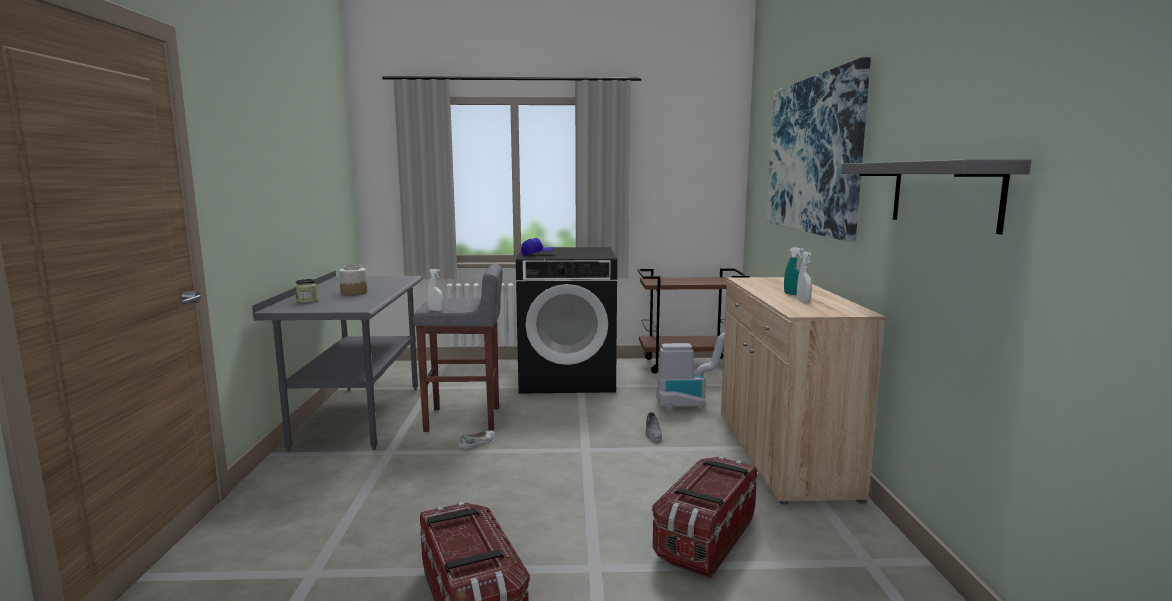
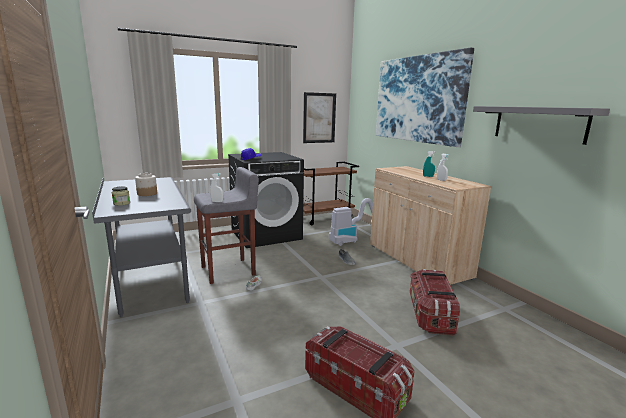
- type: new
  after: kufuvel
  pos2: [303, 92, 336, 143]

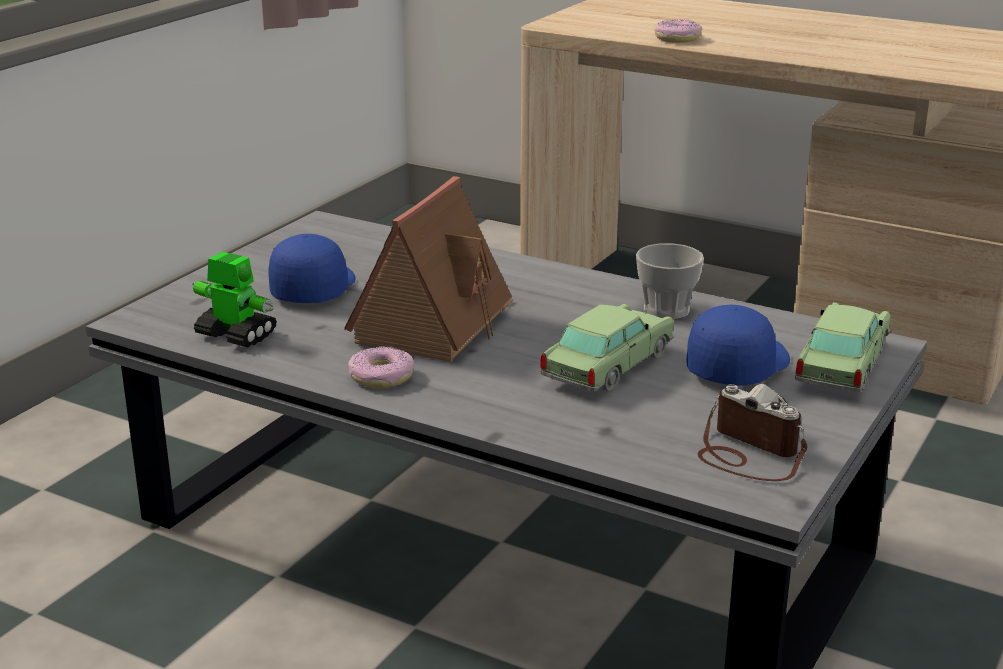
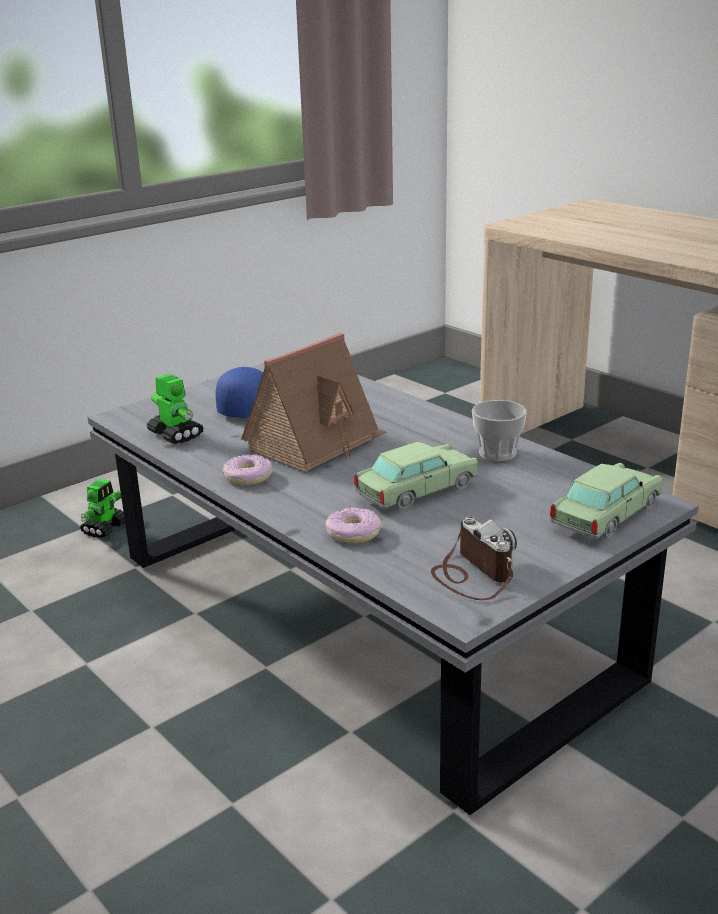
- type: new
  after: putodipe
  pos2: [80, 479, 125, 538]
- type: shifted
  before: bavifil
  pos1: [654, 19, 702, 43]
  pos2: [326, 507, 381, 543]
- type: gone
  before: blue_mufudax
  pos1: [686, 305, 790, 386]

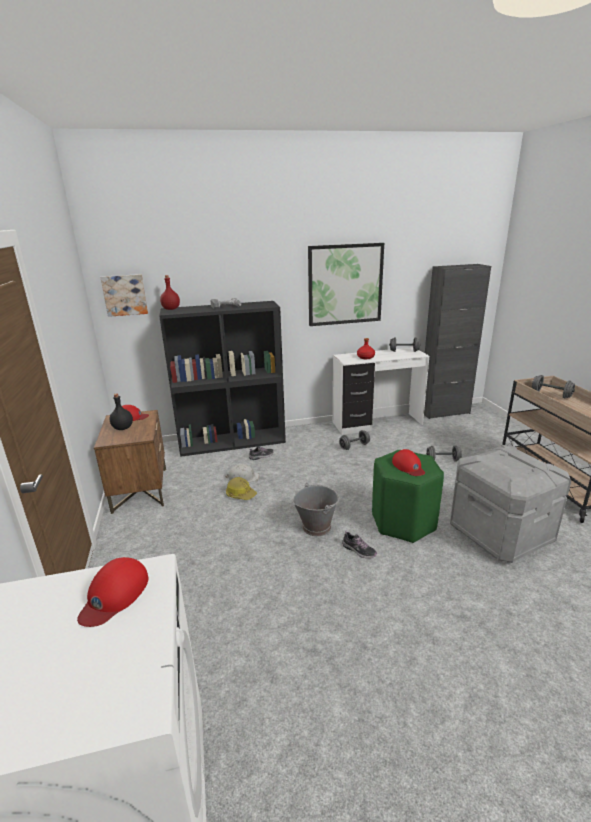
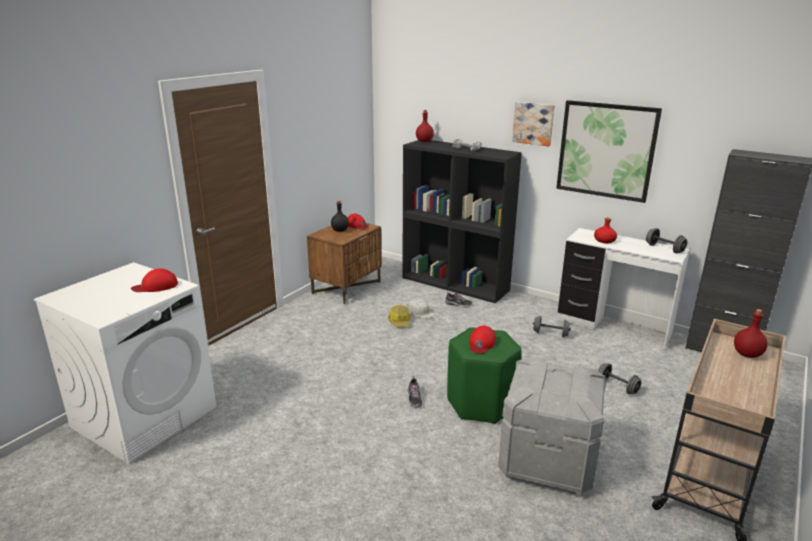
- type: shifted
  before: kufuvel
  pos1: [100, 274, 148, 317]
  pos2: [512, 102, 555, 146]
- type: swapped
  before: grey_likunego
  after: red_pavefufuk
  pos1: [532, 375, 575, 398]
  pos2: [734, 309, 768, 358]
- type: gone
  before: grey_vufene
  pos1: [292, 483, 339, 536]

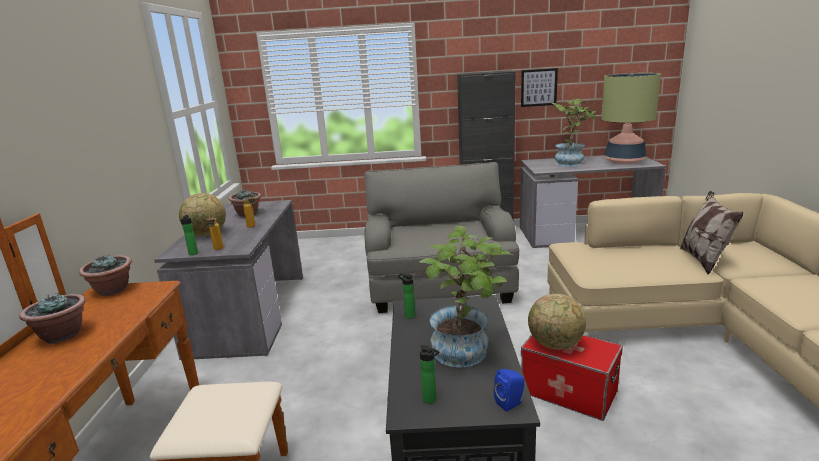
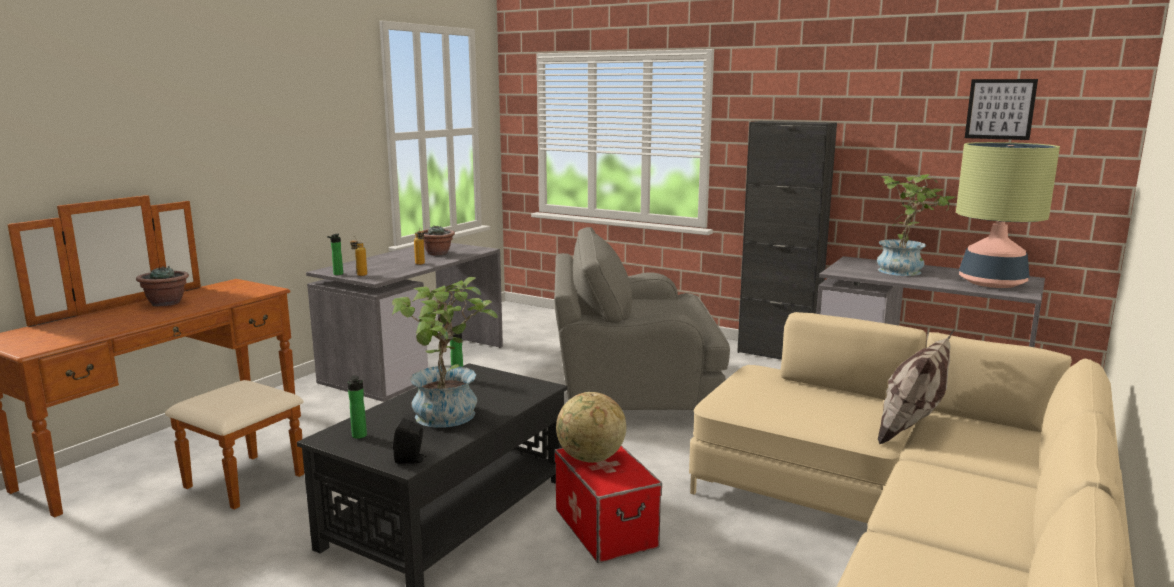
- type: repainted
  before: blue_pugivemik
  after: black_pugivemik
  pos1: [494, 369, 524, 412]
  pos2: [393, 418, 426, 464]
- type: rotated
  before: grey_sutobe
  pos1: [364, 162, 519, 313]
  pos2: [554, 227, 730, 410]
  turn: -120
- type: shifted
  before: kufuvel
  pos1: [521, 68, 558, 107]
  pos2: [965, 79, 1038, 140]
- type: gone
  before: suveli
  pos1: [79, 255, 132, 296]
- type: gone
  before: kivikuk
  pos1: [179, 193, 226, 236]

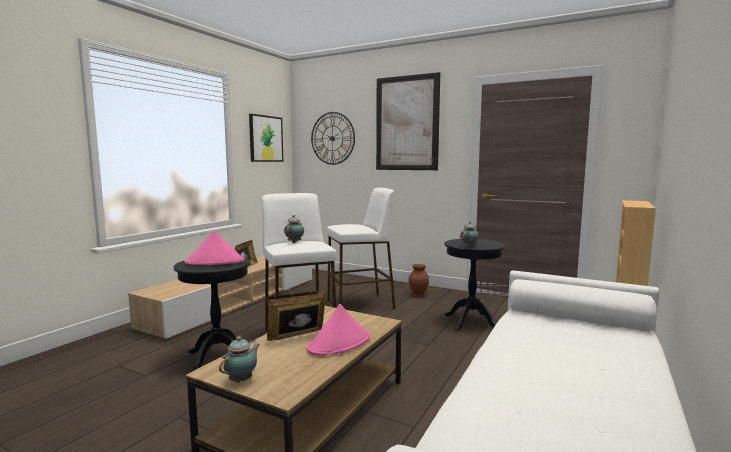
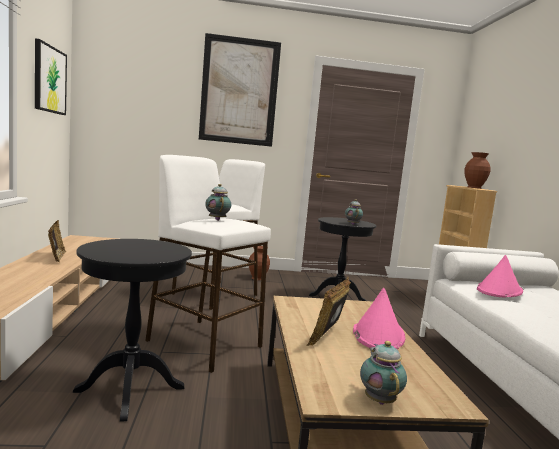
- type: new
  after: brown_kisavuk
  pos2: [464, 152, 491, 189]
- type: shifted
  before: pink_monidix
  pos1: [184, 230, 245, 265]
  pos2: [477, 255, 523, 297]
- type: gone
  before: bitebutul
  pos1: [311, 112, 355, 165]

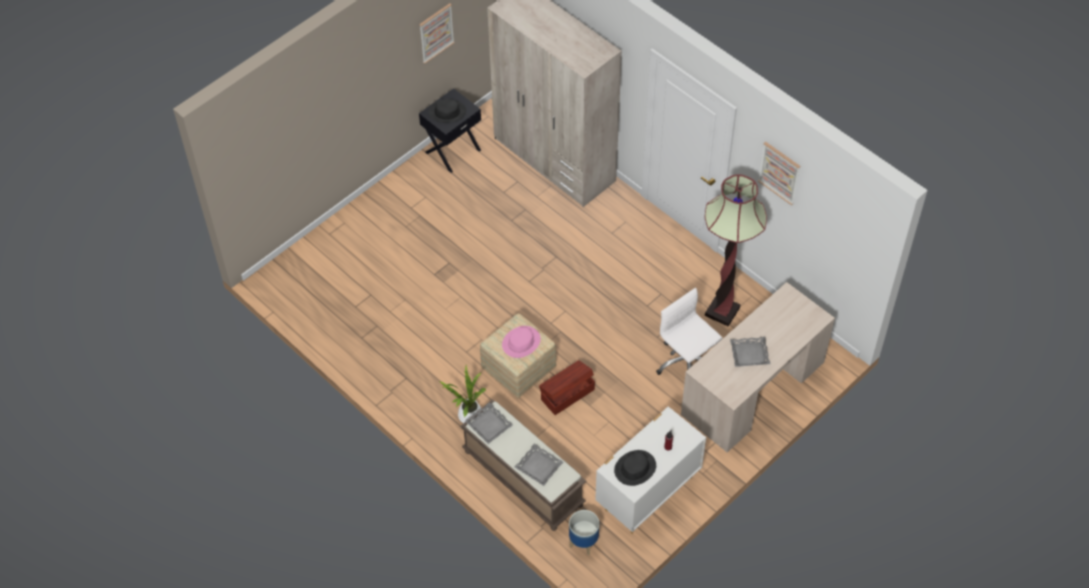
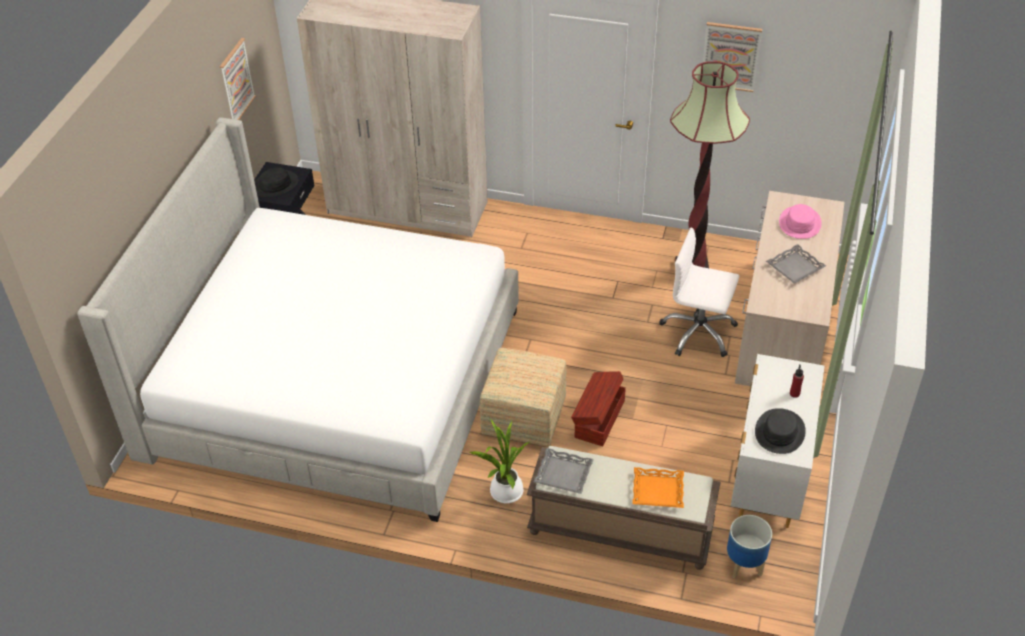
- type: new
  after: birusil
  pos2: [77, 117, 519, 522]
- type: repainted
  before: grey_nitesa
  after: orange_nitesa
  pos1: [515, 444, 563, 486]
  pos2: [632, 467, 684, 508]
- type: shifted
  before: pink_monidix
  pos1: [502, 326, 541, 358]
  pos2: [779, 204, 822, 239]

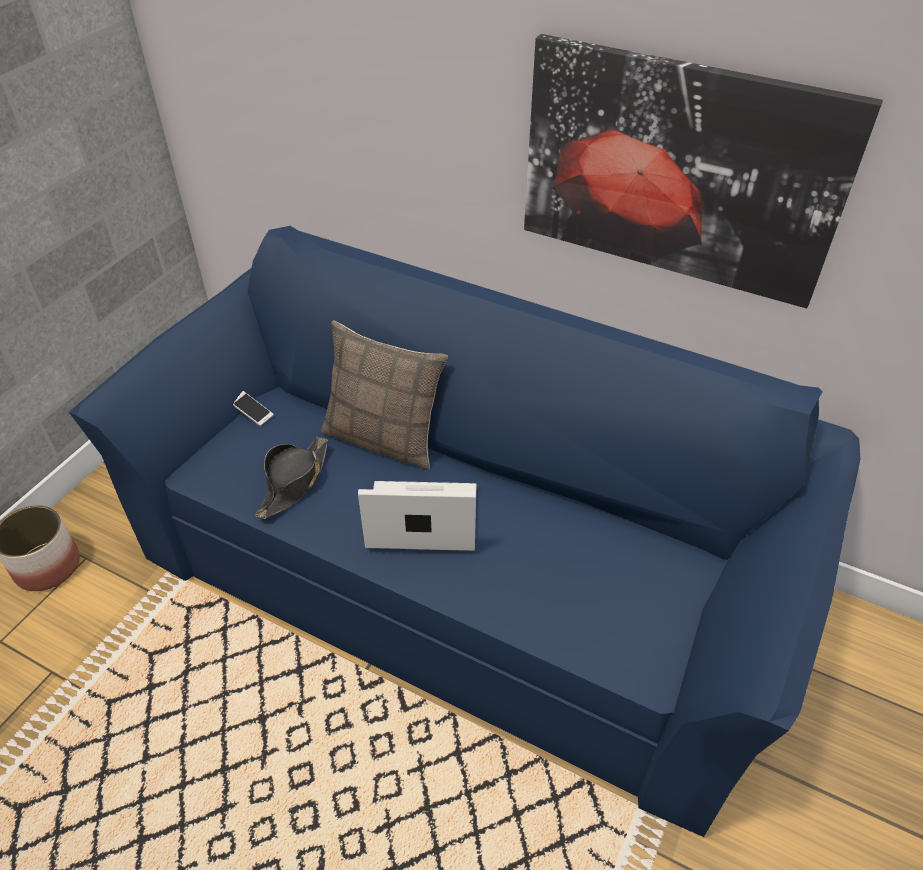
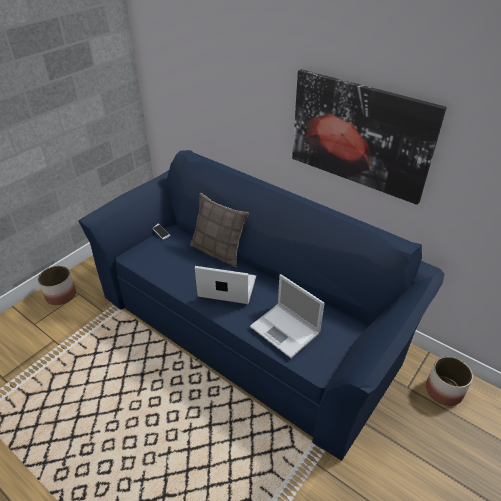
- type: new
  after: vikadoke
  pos2: [250, 274, 325, 358]
- type: new
  after: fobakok
  pos2: [426, 356, 473, 406]
- type: gone
  before: black_monidix
  pos1: [255, 437, 328, 519]

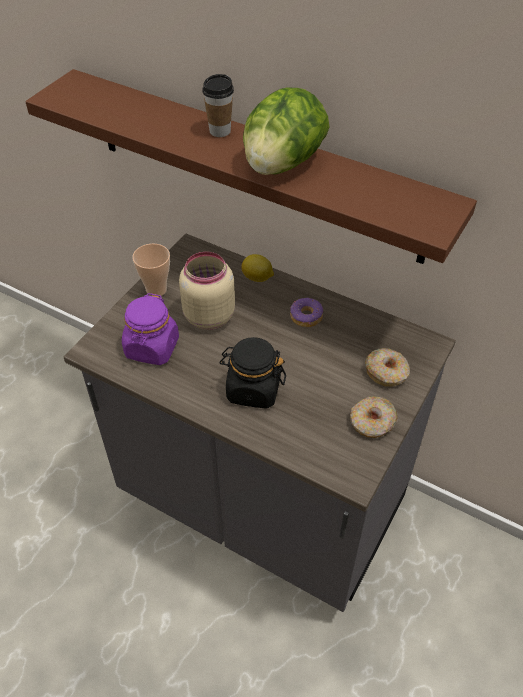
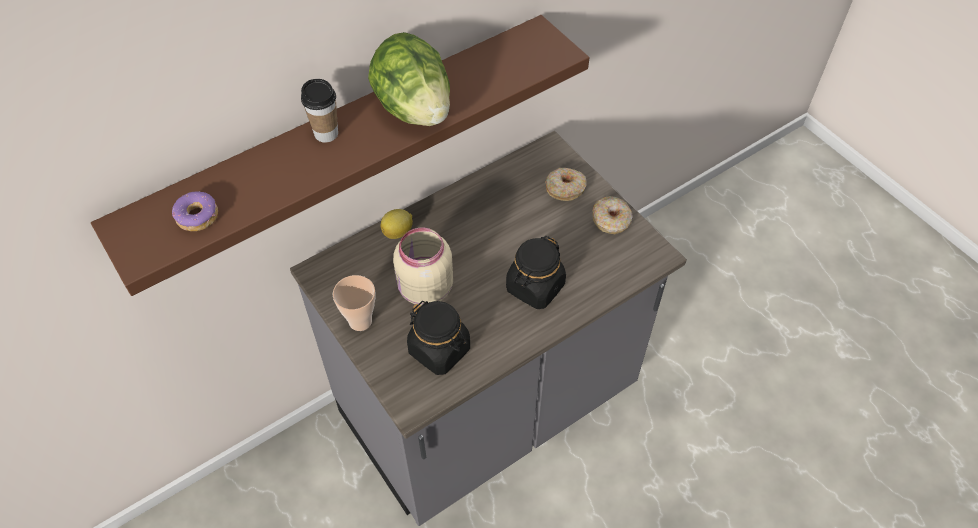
- type: shifted
  before: bavifil
  pos1: [290, 298, 323, 327]
  pos2: [172, 191, 218, 231]
- type: repainted
  before: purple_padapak
  after: black_padapak
  pos1: [122, 293, 179, 365]
  pos2: [407, 301, 470, 375]

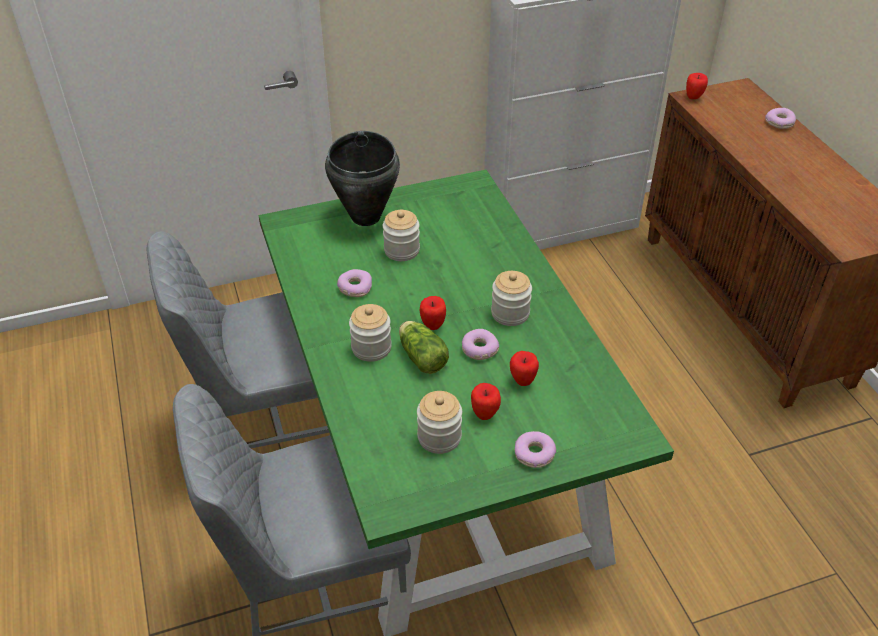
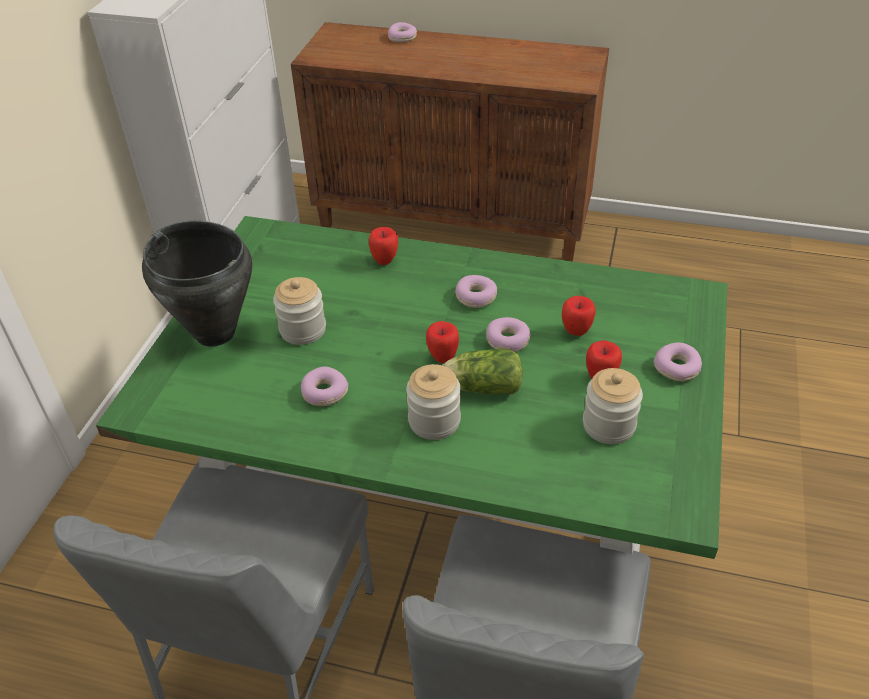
- type: shifted
  before: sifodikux
  pos1: [686, 73, 708, 99]
  pos2: [369, 227, 398, 265]
- type: swapped
  before: padapak
  after: bavifil
  pos1: [491, 271, 532, 326]
  pos2: [455, 275, 497, 308]

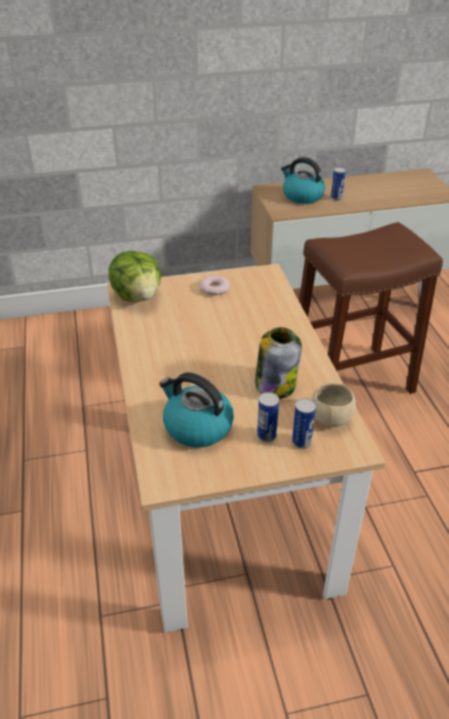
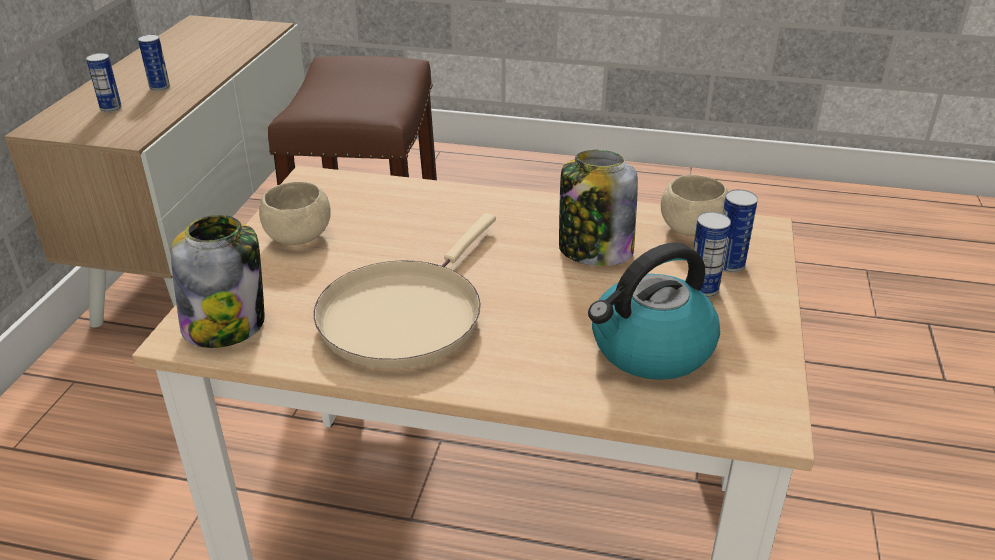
- type: swapped
  before: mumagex
  after: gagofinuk
  pos1: [281, 157, 325, 204]
  pos2: [86, 53, 122, 113]
- type: swapped
  before: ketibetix
  after: padapak
  pos1: [109, 251, 161, 302]
  pos2: [171, 215, 265, 348]
- type: swapped
  before: bavifil
  after: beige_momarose
  pos1: [200, 275, 230, 295]
  pos2: [259, 182, 331, 245]
- type: new
  after: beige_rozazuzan
  pos2: [313, 213, 496, 368]

